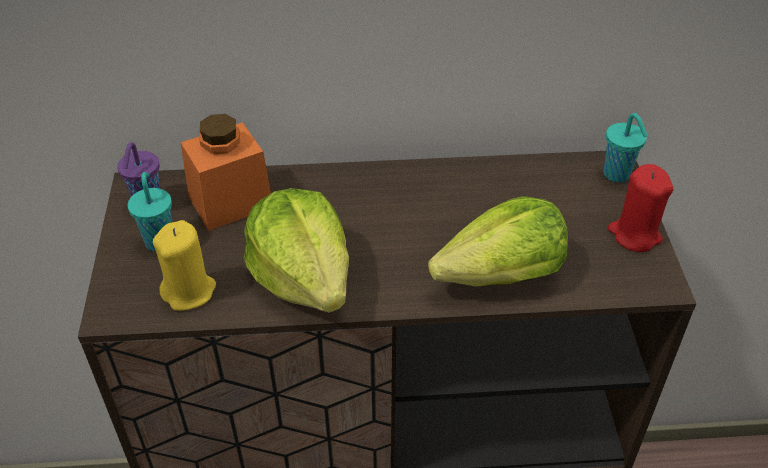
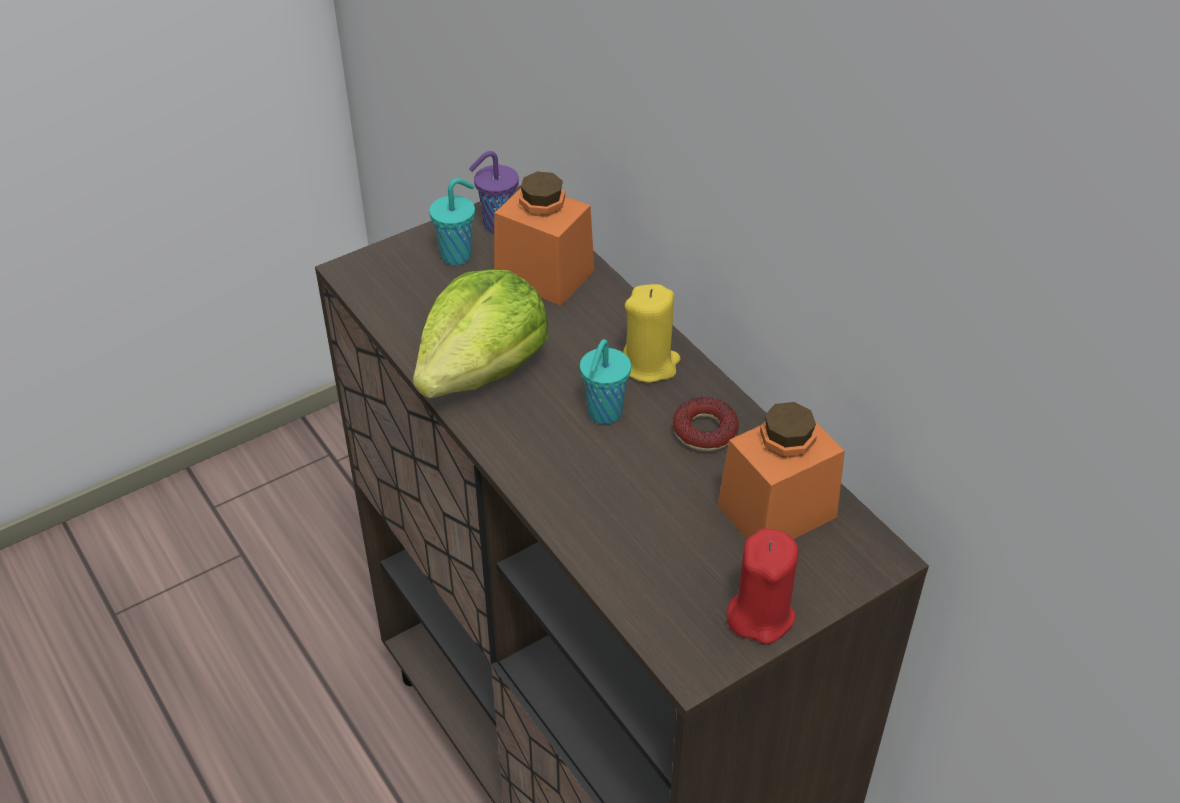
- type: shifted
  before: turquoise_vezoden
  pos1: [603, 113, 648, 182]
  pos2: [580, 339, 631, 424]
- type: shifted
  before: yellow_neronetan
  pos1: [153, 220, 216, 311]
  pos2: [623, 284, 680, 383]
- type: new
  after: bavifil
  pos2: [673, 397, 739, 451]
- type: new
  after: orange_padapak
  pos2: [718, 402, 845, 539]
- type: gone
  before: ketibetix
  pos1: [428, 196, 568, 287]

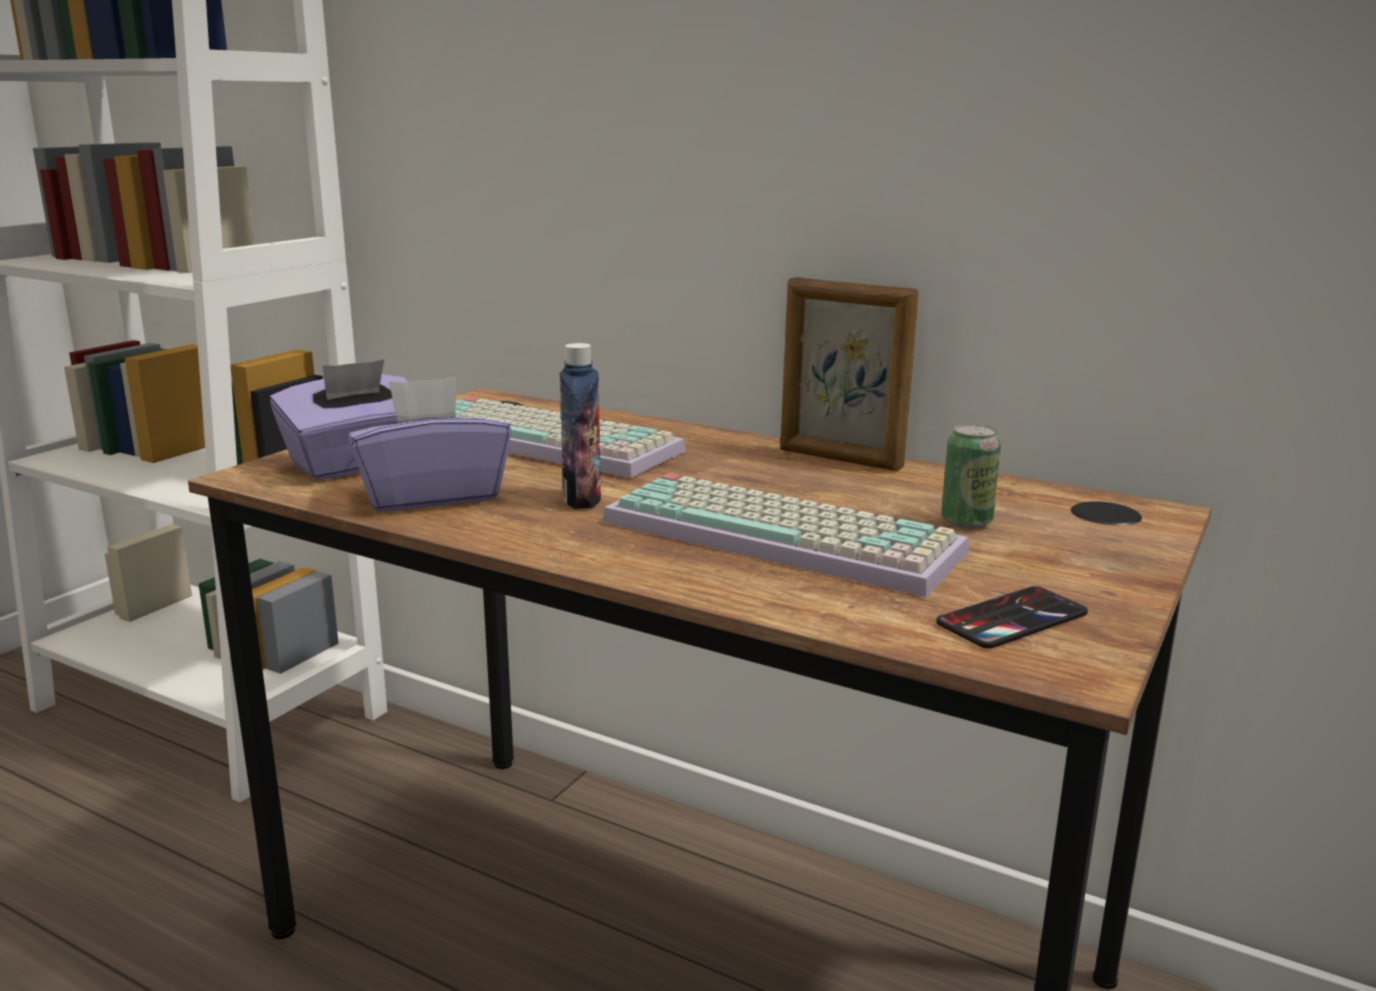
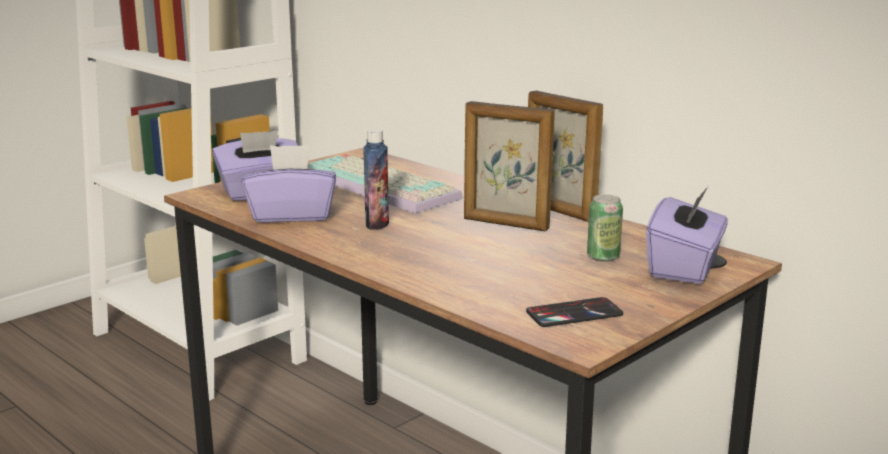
- type: new
  after: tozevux
  pos2: [464, 101, 555, 231]
- type: new
  after: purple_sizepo
  pos2: [646, 187, 728, 284]
- type: gone
  before: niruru
  pos1: [602, 473, 969, 597]

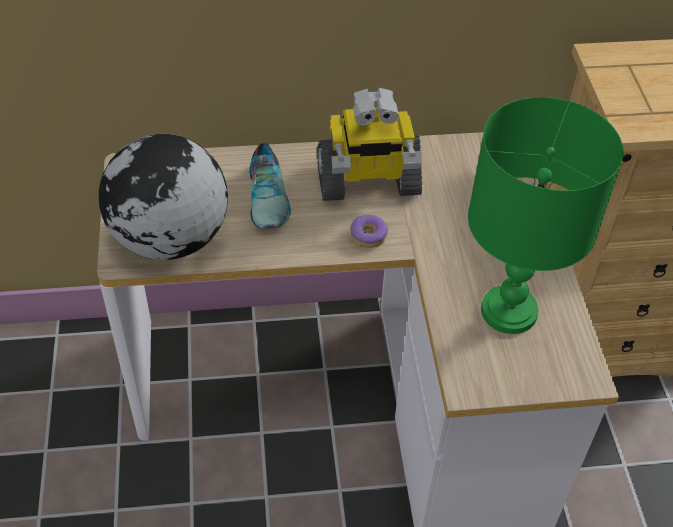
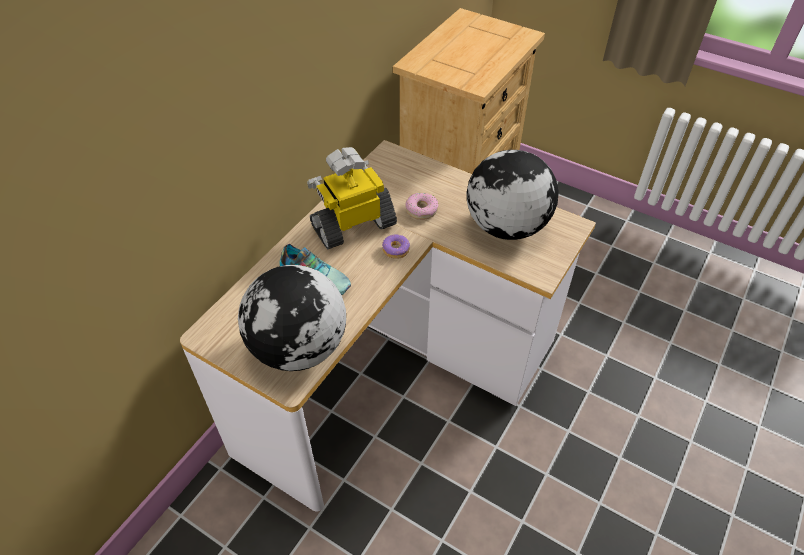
- type: rotated
  before: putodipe
  pos1: [317, 88, 422, 201]
  pos2: [307, 147, 397, 249]
  turn: -150
- type: new
  after: bavifil
  pos2: [406, 193, 439, 220]
- type: swapped
  before: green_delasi
  after: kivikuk
  pos1: [468, 97, 624, 334]
  pos2: [467, 150, 559, 240]

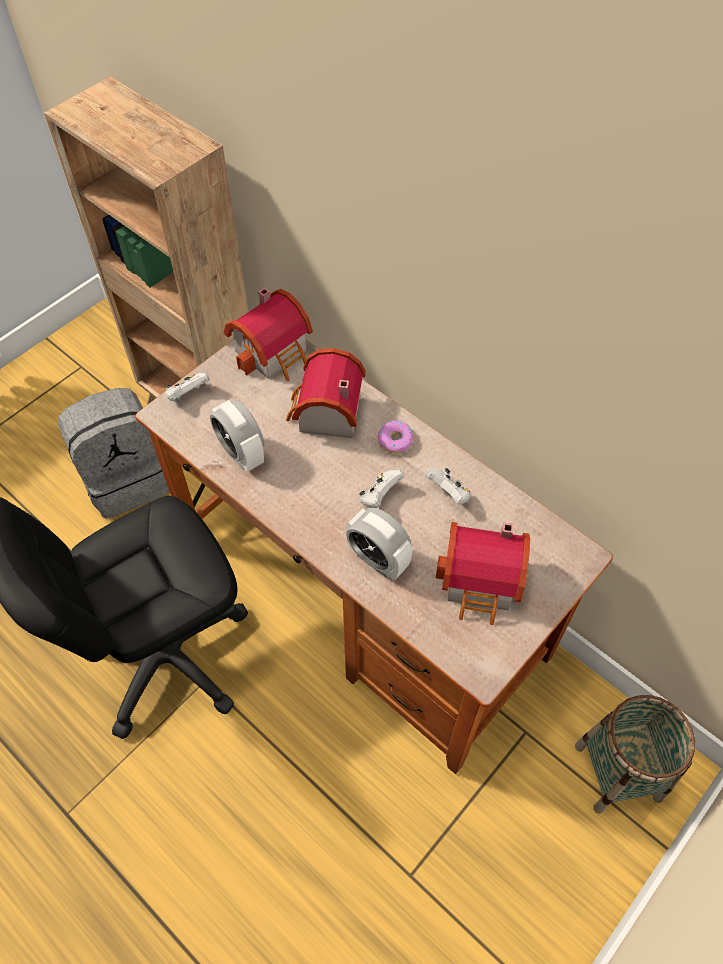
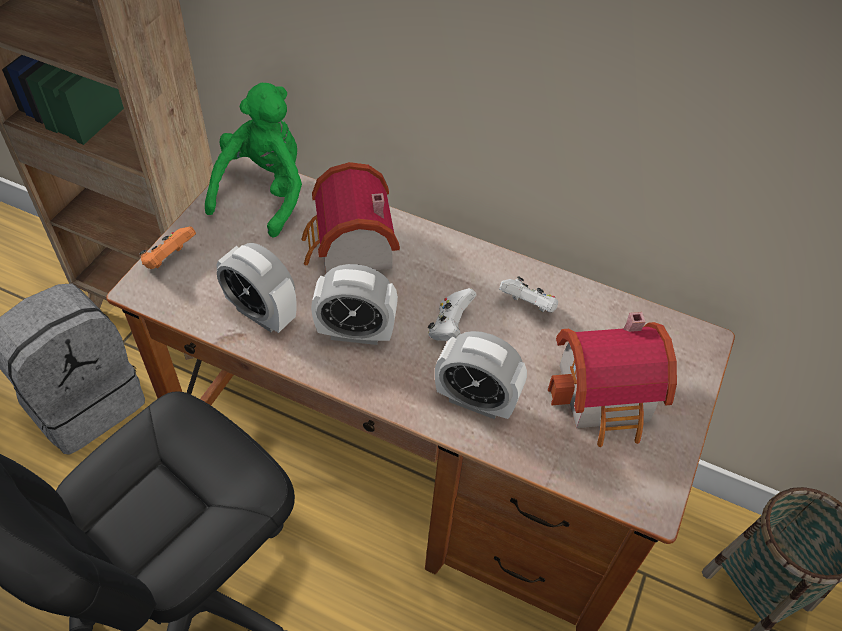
- type: repainted
  before: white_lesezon
  after: orange_lesezon
  pos1: [166, 373, 210, 401]
  pos2: [140, 226, 196, 269]
- type: swapped
  before: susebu
  after: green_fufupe
  pos1: [224, 287, 313, 381]
  pos2: [205, 83, 302, 237]
- type: new
  after: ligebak
  pos2: [311, 264, 398, 345]
- type: gone
  before: bavifil
  pos1: [378, 420, 413, 453]

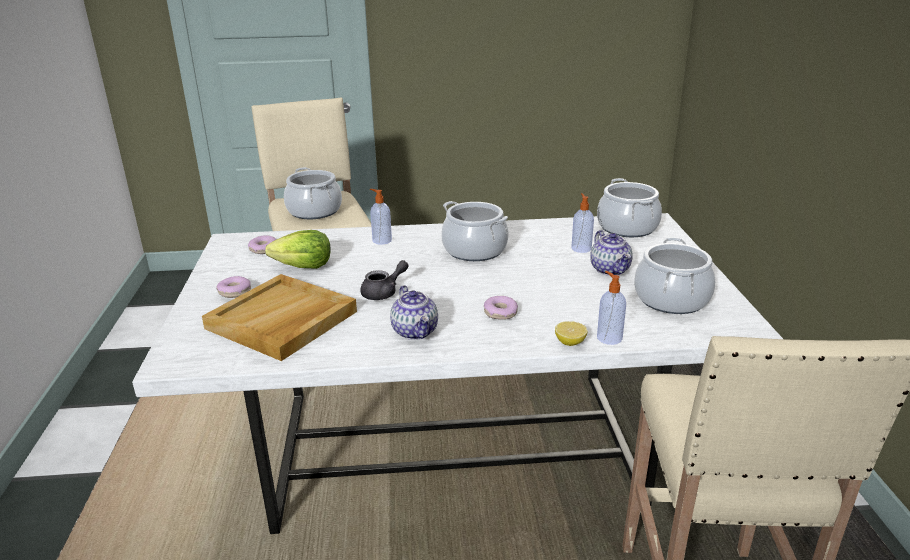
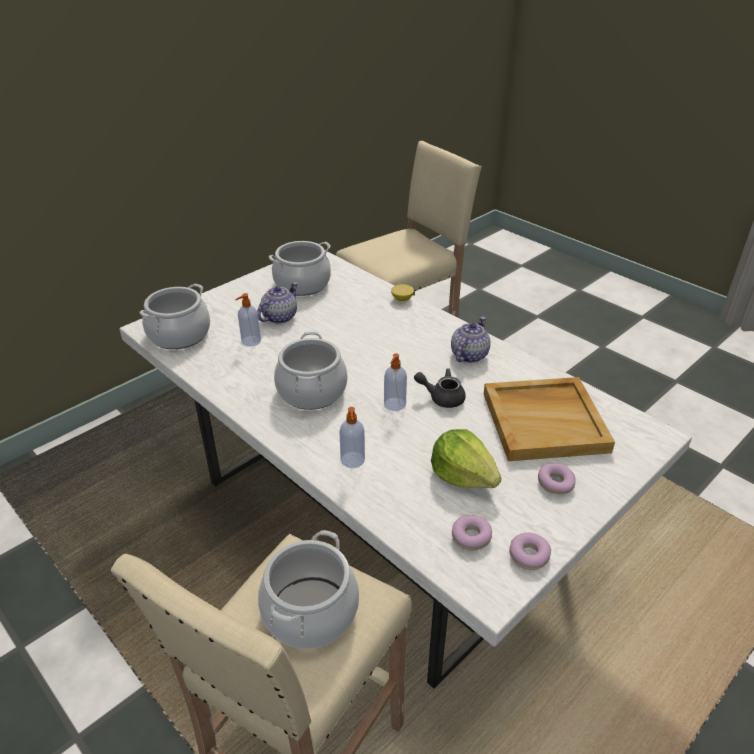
- type: shifted
  before: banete
  pos1: [597, 271, 626, 345]
  pos2: [384, 353, 407, 411]
- type: shifted
  before: bavifil
  pos1: [484, 296, 518, 320]
  pos2: [509, 533, 551, 570]

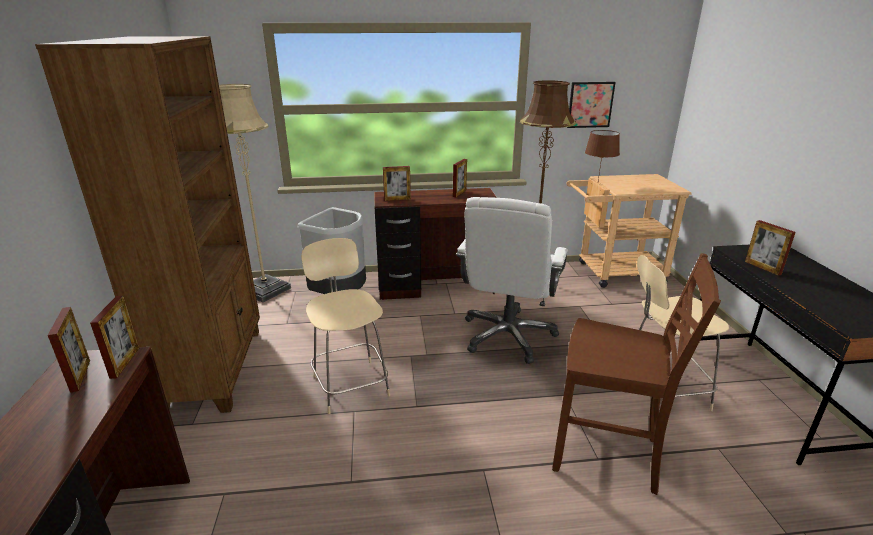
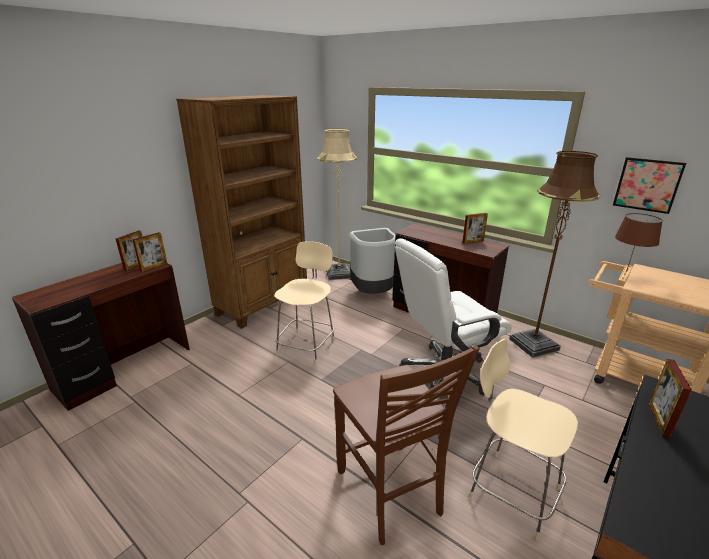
- type: gone
  before: tozevux
  pos1: [383, 166, 411, 201]

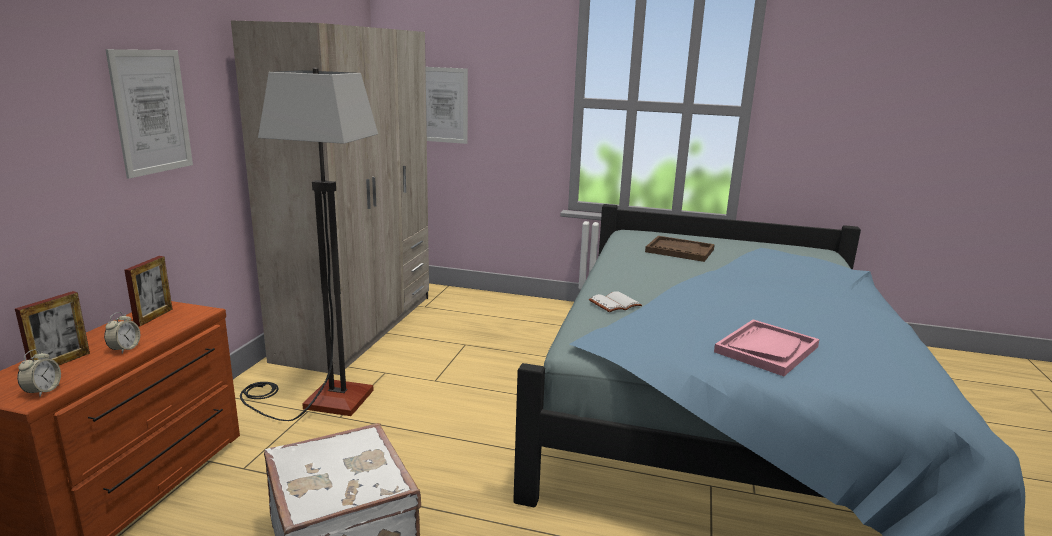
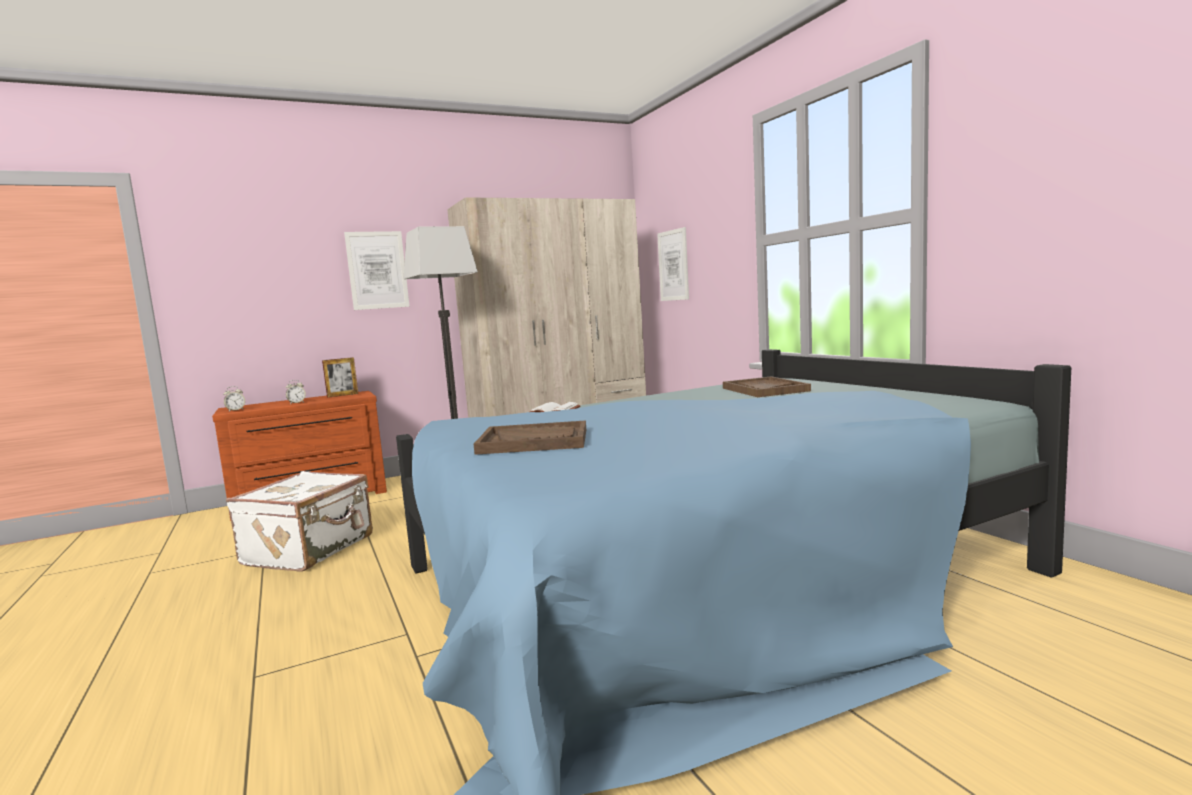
- type: repainted
  before: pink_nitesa
  after: brown_nitesa
  pos1: [714, 319, 820, 376]
  pos2: [474, 420, 586, 455]
- type: gone
  before: tozevux
  pos1: [15, 291, 90, 365]

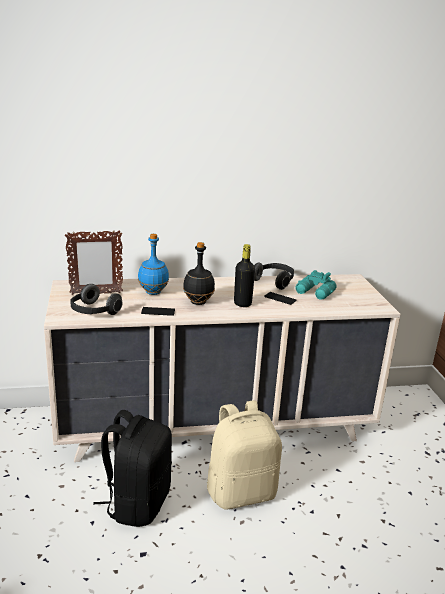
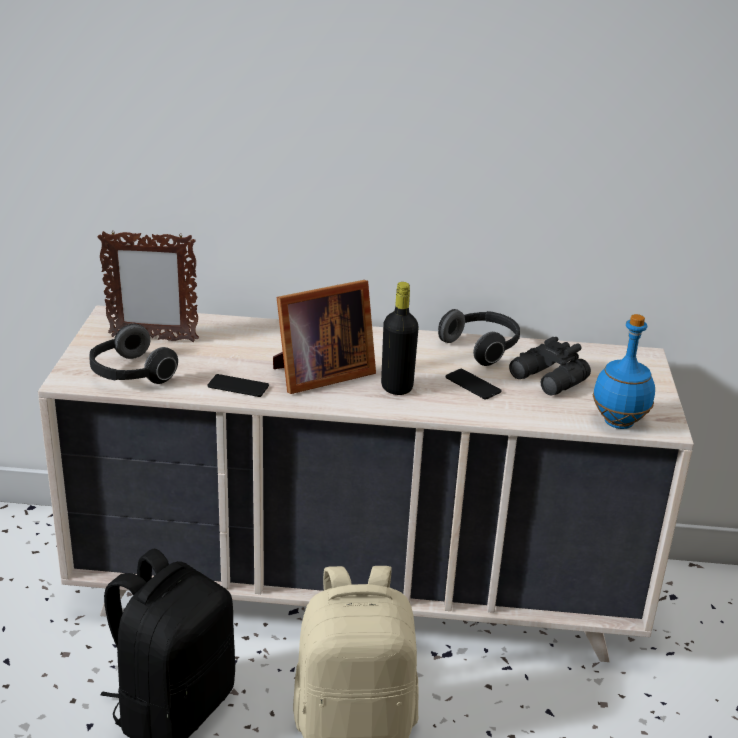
- type: swapped
  before: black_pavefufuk
  after: tozevux
  pos1: [183, 242, 215, 305]
  pos2: [273, 280, 376, 394]
- type: repainted
  before: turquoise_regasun
  after: black_regasun
  pos1: [295, 270, 336, 300]
  pos2: [509, 337, 591, 395]
- type: shifted
  before: blue_pavefufuk
  pos1: [138, 234, 169, 295]
  pos2: [593, 314, 655, 429]

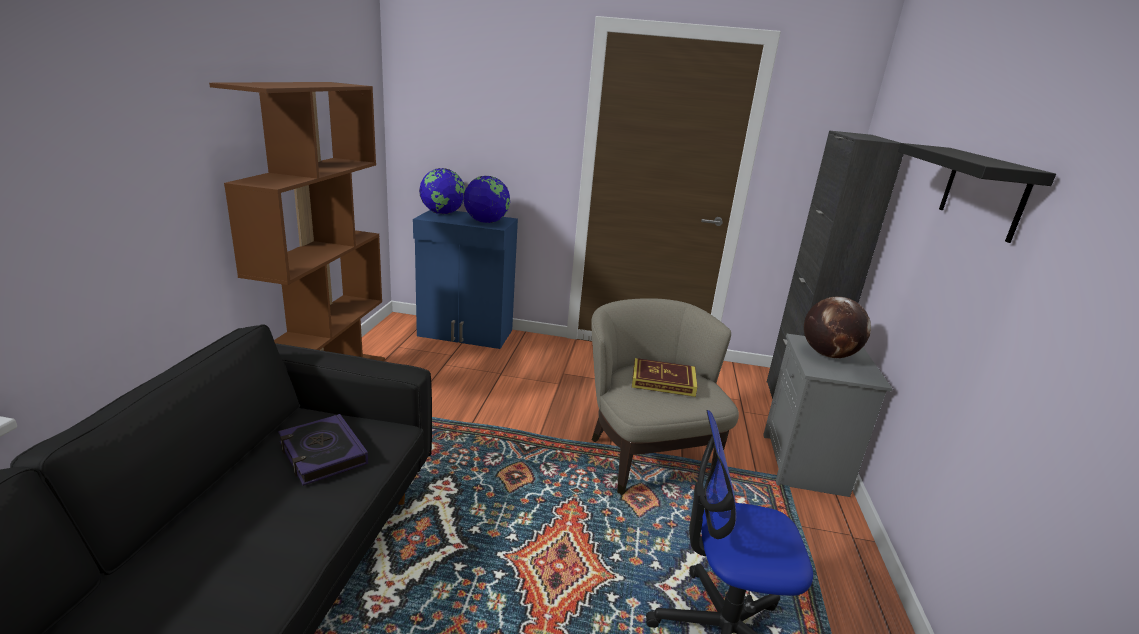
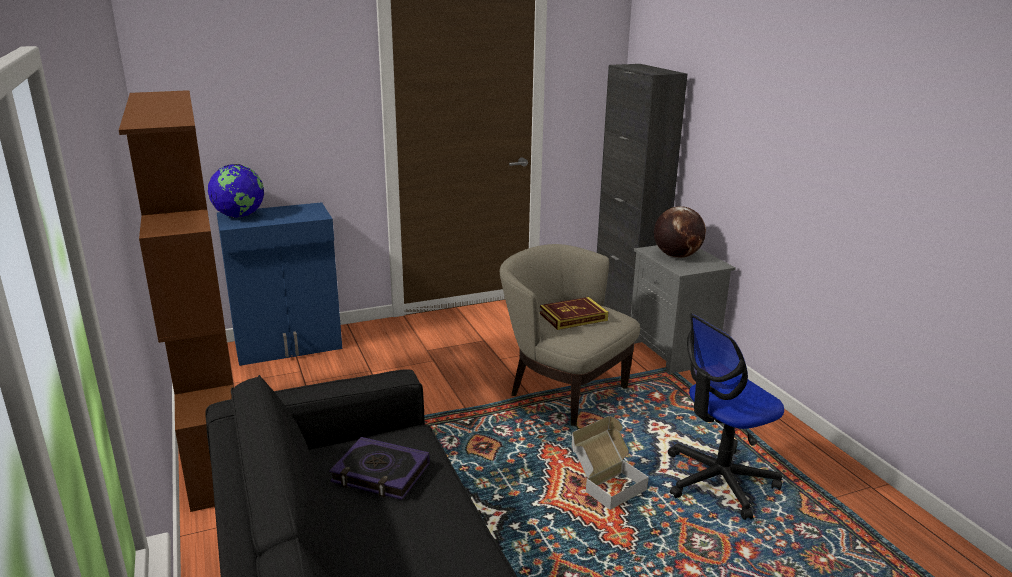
- type: new
  after: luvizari
  pos2: [572, 416, 649, 510]
- type: gone
  before: kivikuk
  pos1: [463, 176, 510, 223]
- type: gone
  before: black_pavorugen
  pos1: [898, 143, 1056, 243]

